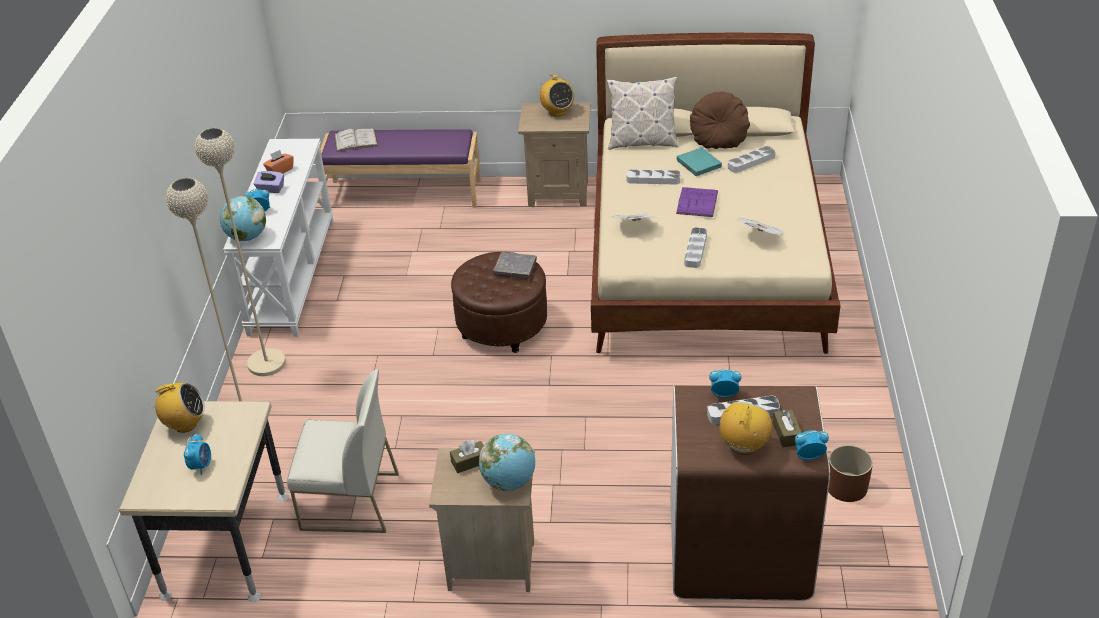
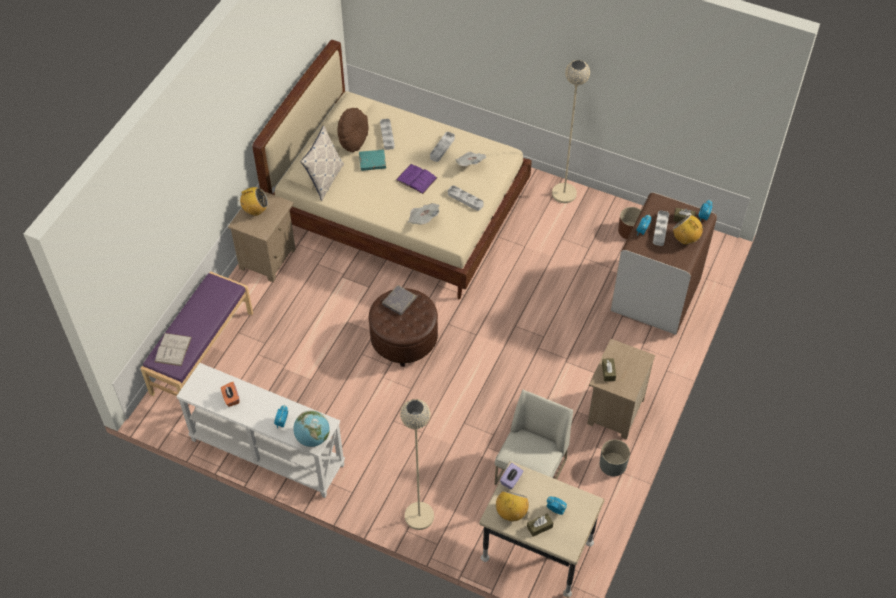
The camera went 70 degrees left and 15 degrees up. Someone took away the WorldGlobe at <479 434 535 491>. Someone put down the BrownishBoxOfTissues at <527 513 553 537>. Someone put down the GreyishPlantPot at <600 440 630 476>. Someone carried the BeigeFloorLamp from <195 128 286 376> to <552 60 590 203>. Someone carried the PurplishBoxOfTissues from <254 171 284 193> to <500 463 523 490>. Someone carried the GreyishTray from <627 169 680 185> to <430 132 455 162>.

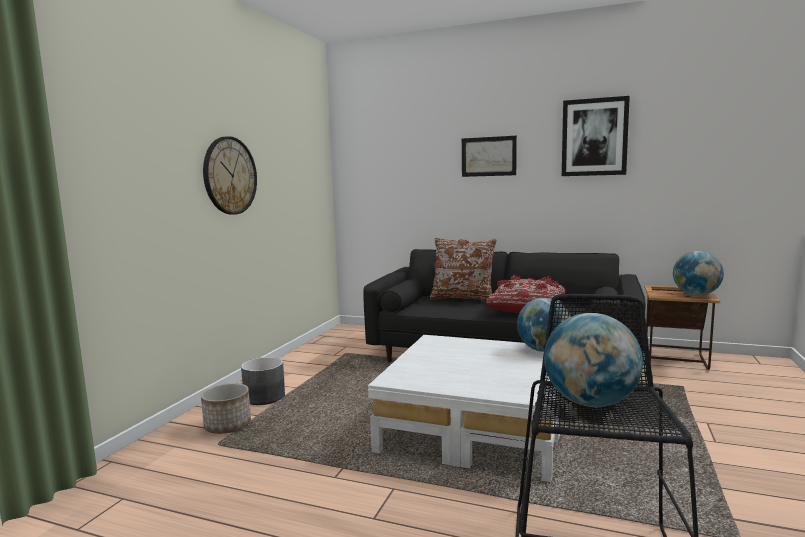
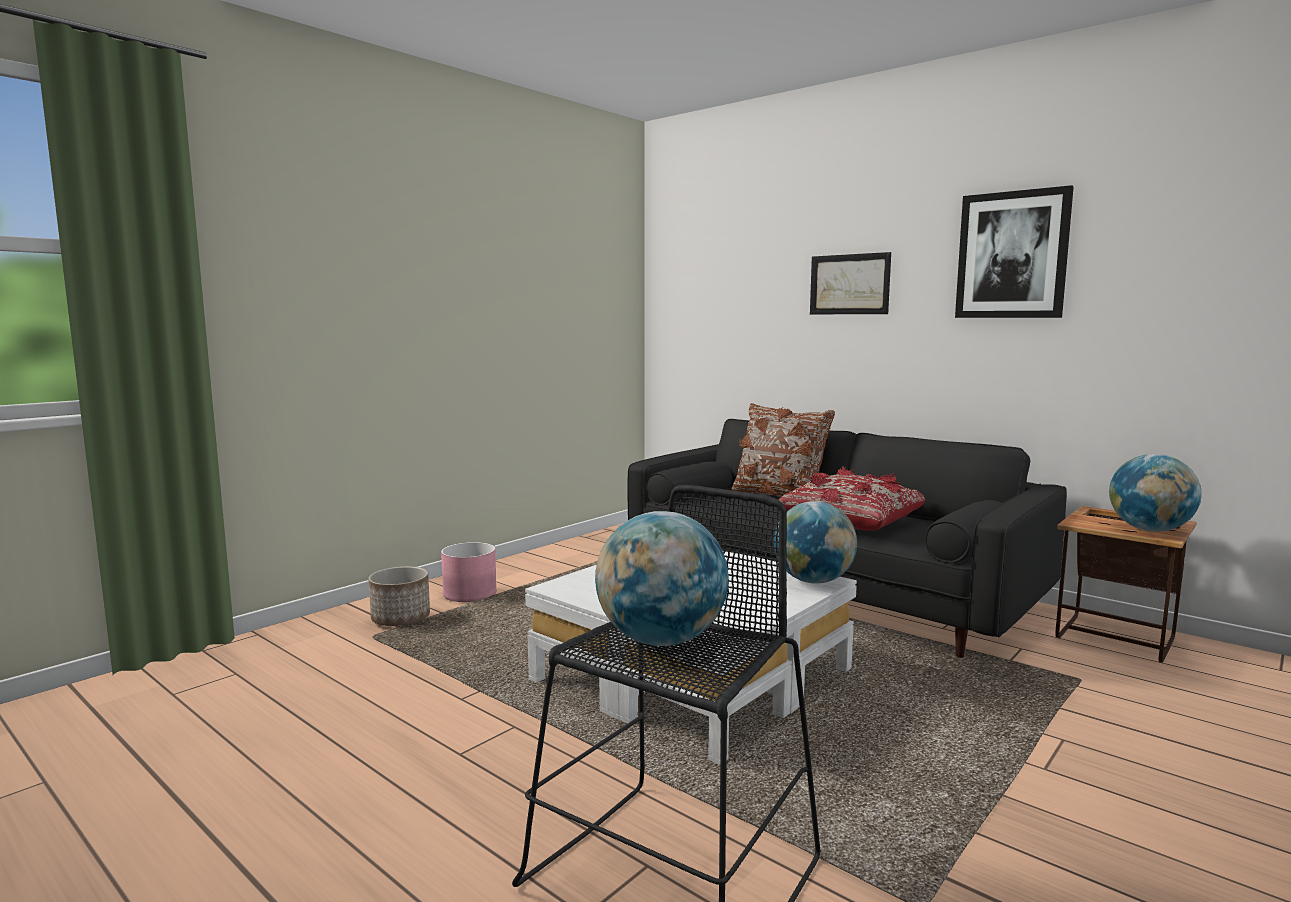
The camera went 20 degrees right and 0 degrees up. Someone took away the WallClock at <203 136 257 215>. Someone repainted the GreyishPlantPot at <241 357 285 405>, which became the PinkishPlantPot at <441 542 496 602>.

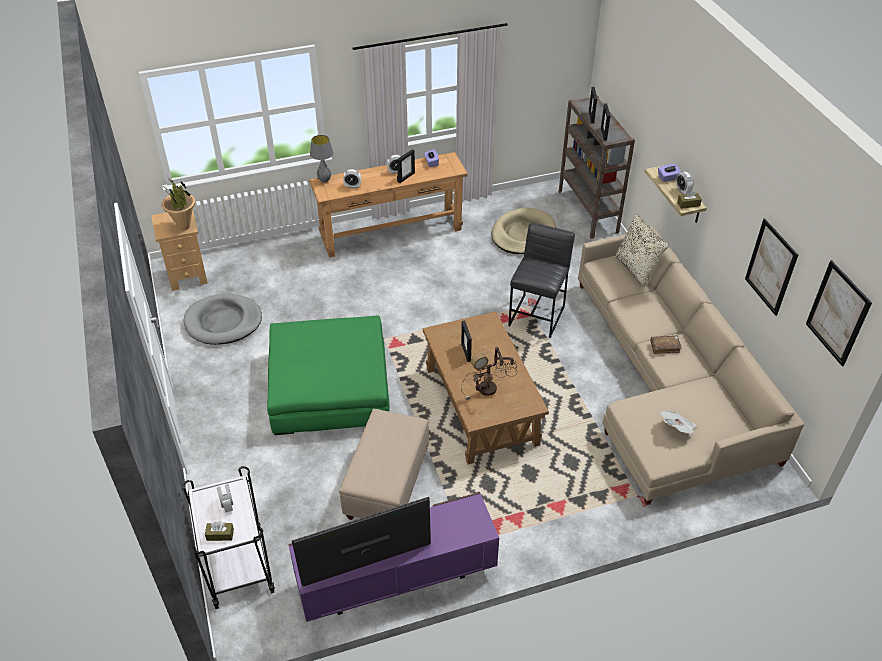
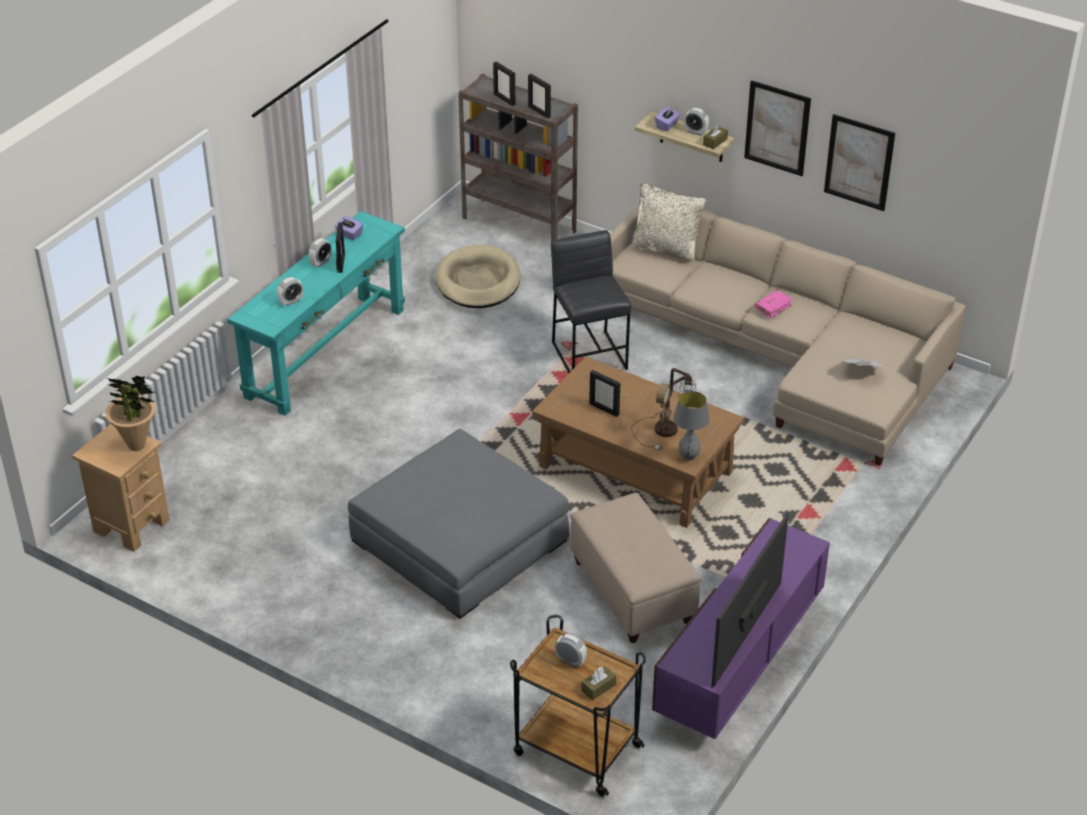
The camera went 40 degrees left and 5 degrees down. Someone took away the GreyishDogBed at <184 294 262 345>. Someone carried the GreyishTabletopLamp from <310 135 334 183> to <673 391 710 461>. Someone carried the WallArt from <806 260 872 366> to <744 80 811 176>. Someone repainted the WhiteTrolley at <182 466 275 609>, which became the BrownishTrolley at <510 615 646 796>. Someone repainted the GreenishPouffe at <267 316 390 435>, which became the GreyishPouffe at <348 429 570 619>. Someone repainted the BrownishHallTable at <309 152 468 258>, which became the BlueGreenHallTable at <227 211 405 416>. Someone repainted the BrownishVolume at <650 335 682 354>, which became the PinkishVolume at <755 290 793 319>.

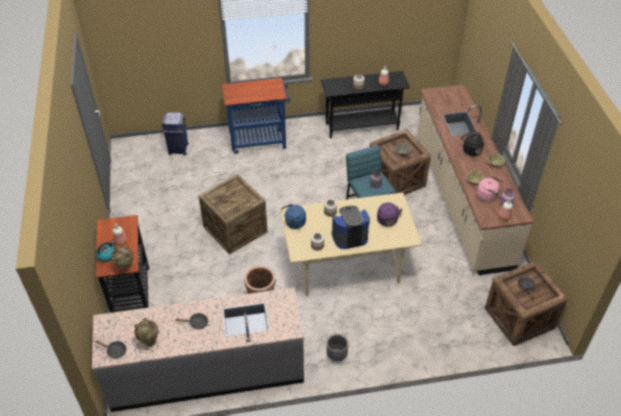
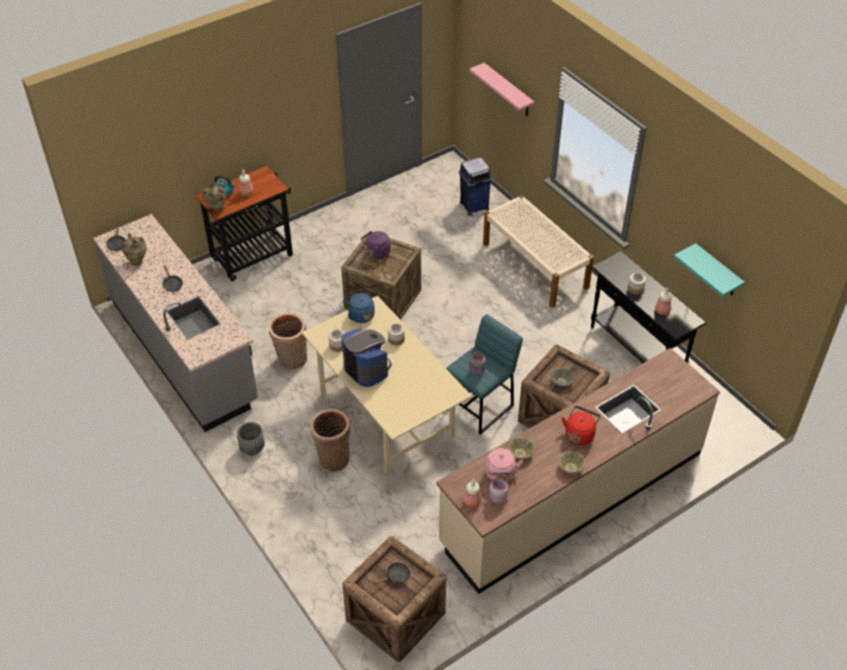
The camera went 65 degrees right and 0 degrees up. Someone put down the HouseholdBasket at <310 409 350 471>. Someone put up the PinkishShelf at <469 63 534 116>. Someone put up the BlueGreenShelf at <674 243 745 297>. Someone carried the PurplishWaterKettle from <377 203 402 227> to <361 231 391 259>. Someone swapped the BluishTrolley at <222 78 291 154> for the BeigeBench at <483 195 594 308>. Someone repainted the BlackWaterKettle at <461 131 484 156>, which became the RedWaterKettle at <561 406 601 445>.

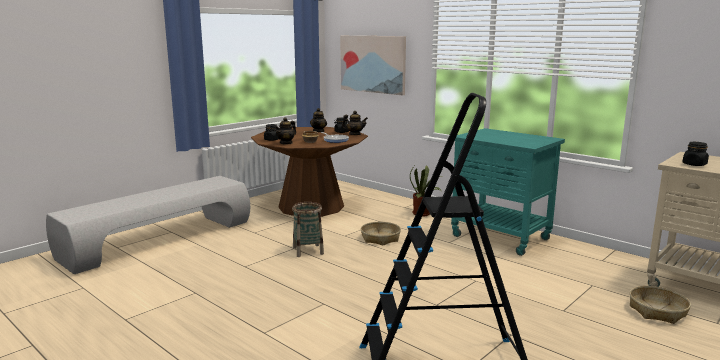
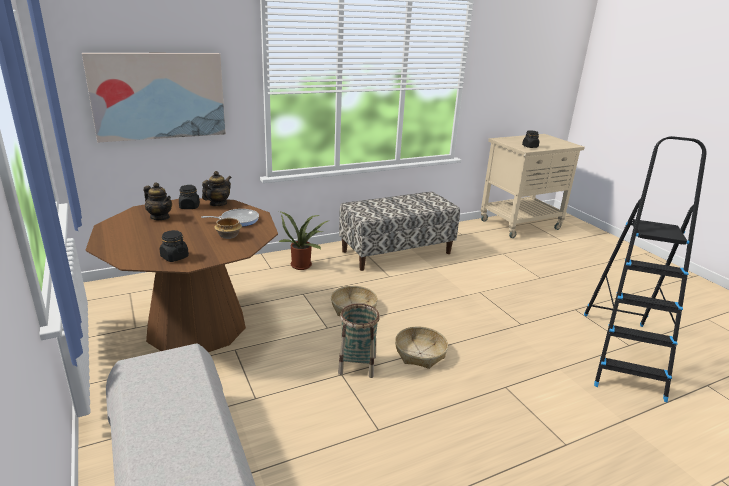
The camera went 70 degrees left and 10 degrees up. Someone took away the TeaPot at <275 117 296 145>. Someone carried the HouseholdBasket from <630 286 691 324> to <395 326 448 369>. Someone swapped the BlueGreenTrolley at <451 128 565 256> for the Bench at <339 192 460 271>.

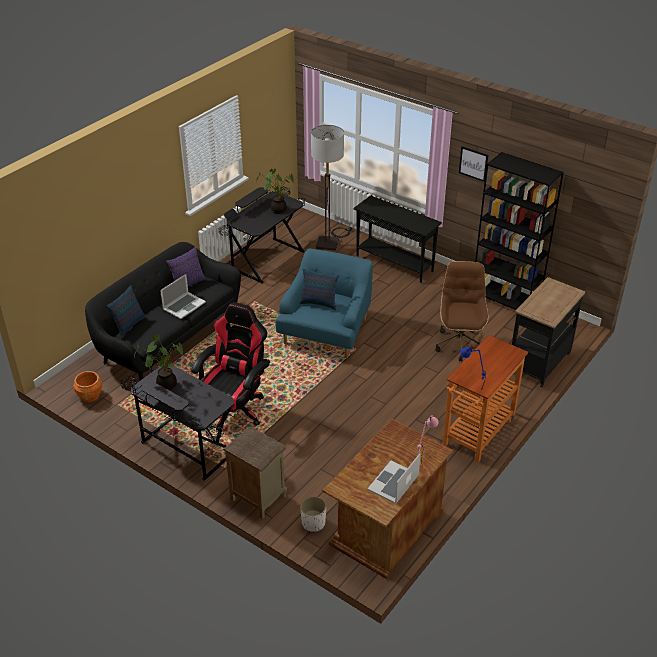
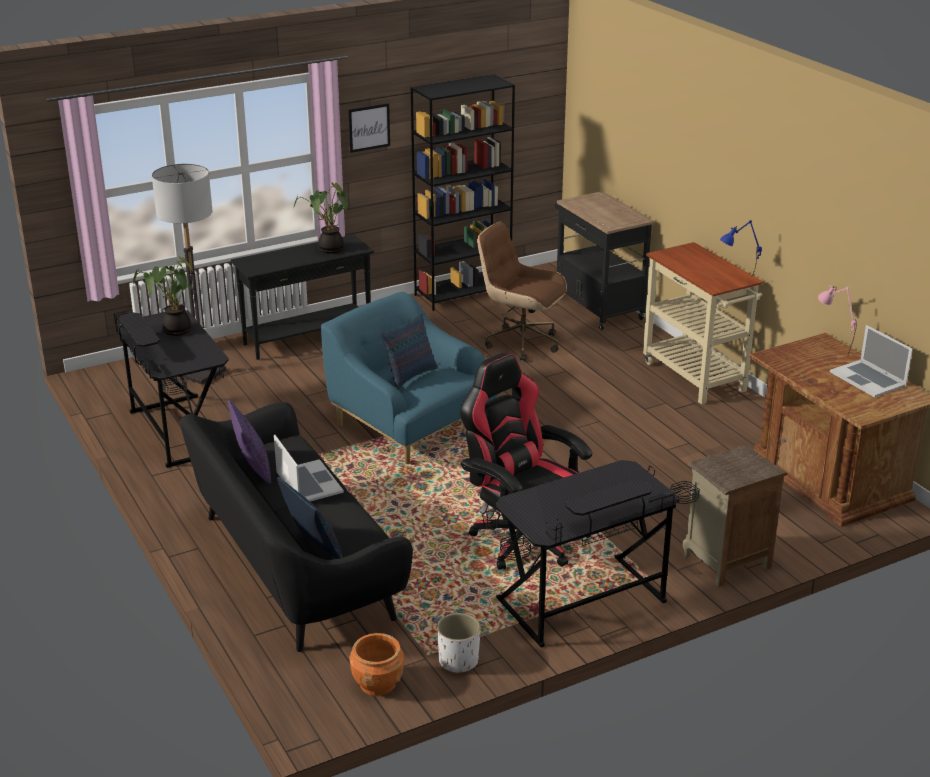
The camera went 65 degrees left and 10 degrees down. Someone carried the Houseplant from <134 334 183 390> to <294 182 348 253>. Someone carried the WhitePlantPot from <300 496 326 532> to <437 613 480 674>. Someone repainted the OrangeTrolley at <442 335 528 462>, which became the BeigeTrolley at <643 242 763 404>.

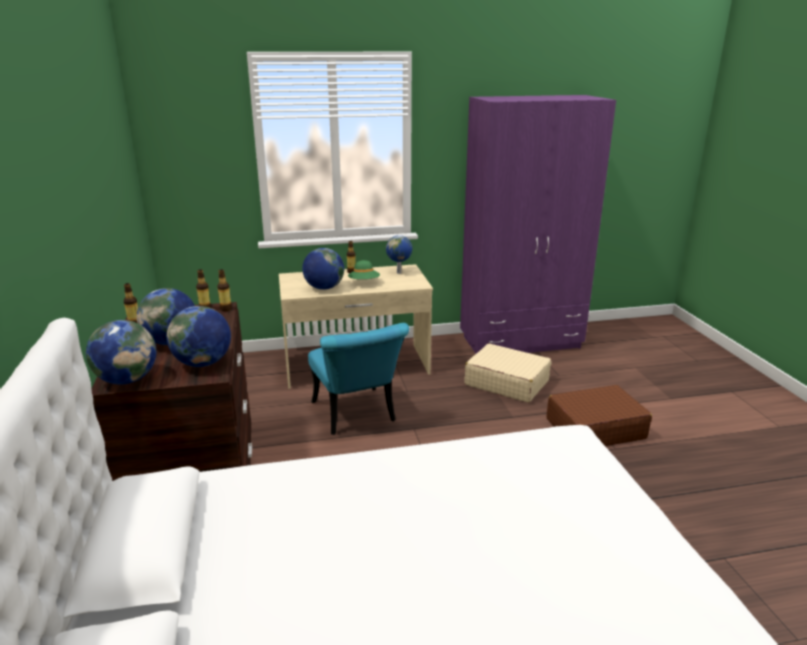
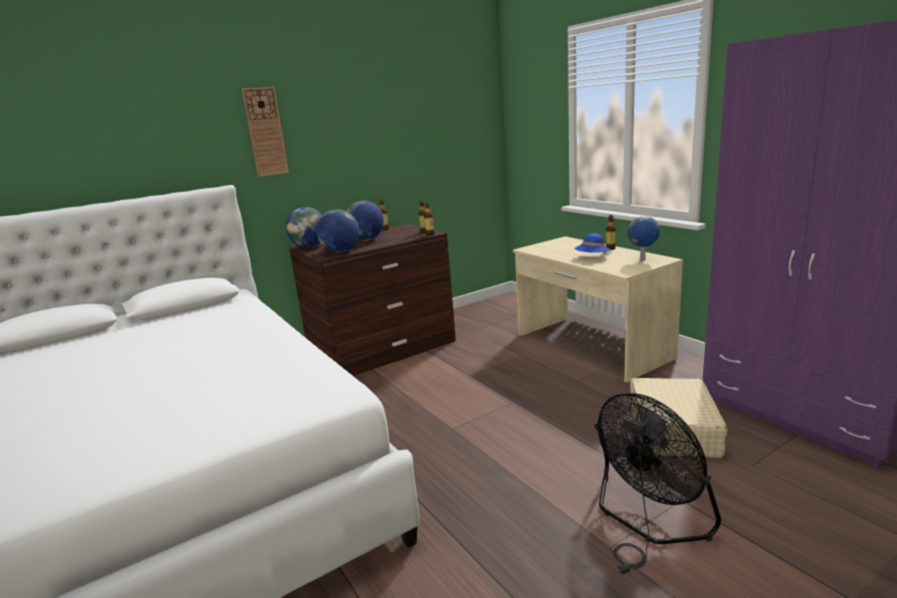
The camera went 70 degrees right and 5 degrees down. Someone took away the WorldGlobe at <302 248 344 290>. Someone took away the BlueGreenPlainChair at <308 323 409 435>. Someone put up the WallClock at <242 87 289 177>. Someone swapped the BrownishSuitcase at <547 385 652 446> for the BlackElectricFan at <594 393 721 574>. Someone repainted the GreenishHat at <348 260 380 279>, which became the BluishHat at <574 234 610 254>.

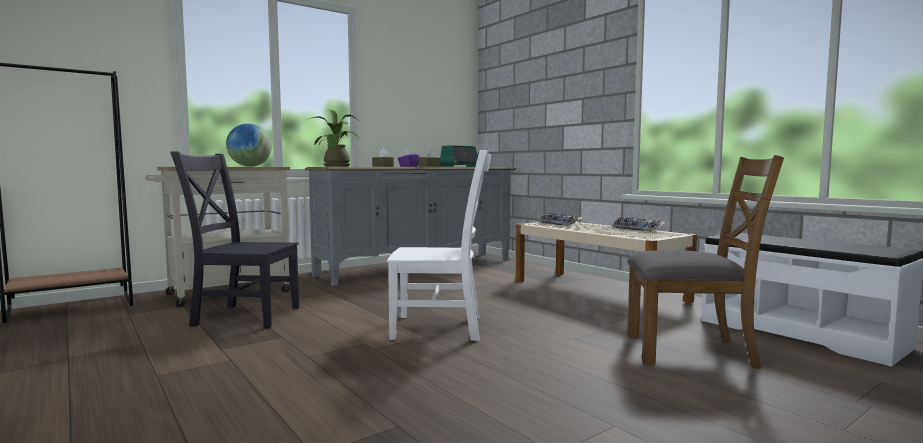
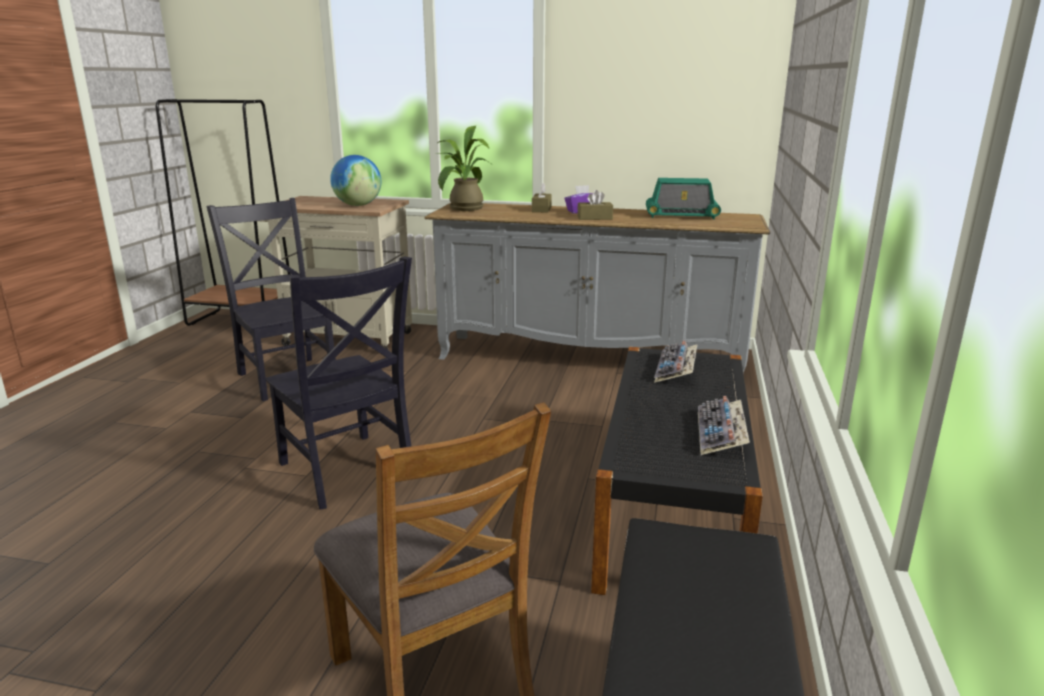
The camera went 50 degrees right and 15 degrees up. Someone repainted the WhitePlainChair at <387 150 491 341>, which became the BlackPlainChair at <265 256 412 510>. Someone repainted the BeigeBench at <516 222 697 313>, which became the BlackBench at <591 347 763 595>.

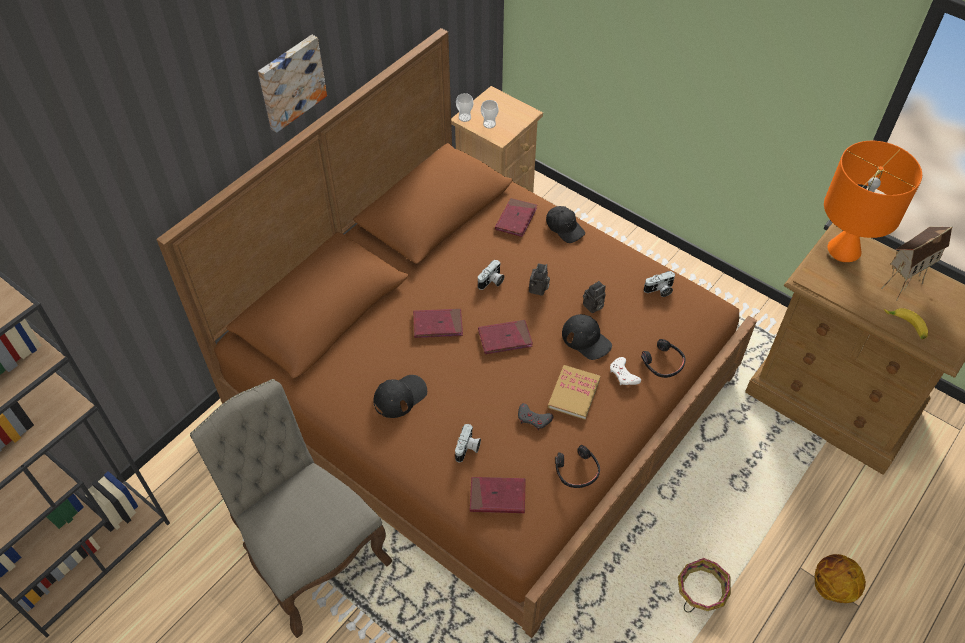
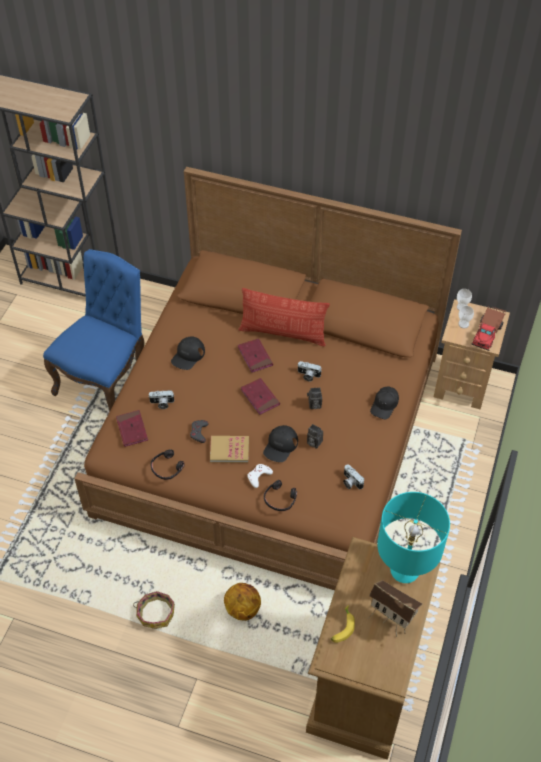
The camera went 70 degrees right and 0 degrees up. Someone took away the WallArt at <258 35 327 133>. Someone took away the RedVolume at <495 198 537 237>. Someone put down the ThrowPillow at <238 288 330 346>. Someone put down the ModelTruck at <472 306 506 351>. Someone carried the Basketball from <815 554 866 603> to <224 583 261 621>. Someone repainted the GreyishPlainChair at <190 379 392 638>, which became the BluishPlainChair at <43 249 144 412>. Someone repainted the OrangeTabletopLamp at <824 141 922 262>, which became the BlueGreenTabletopLamp at <377 492 450 583>. Someone rotated the BlackCap at <373 375 427 418> by 90 degrees clockwise.

